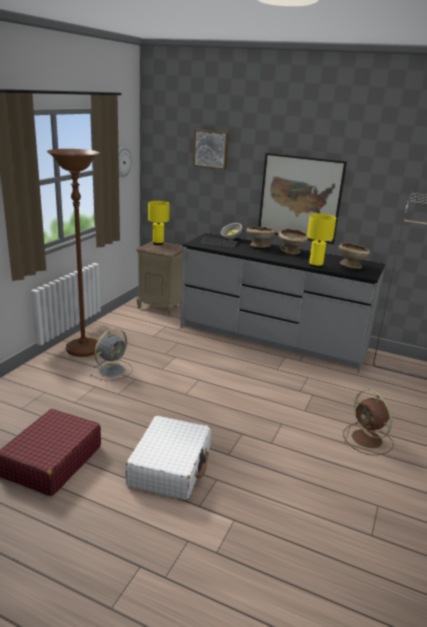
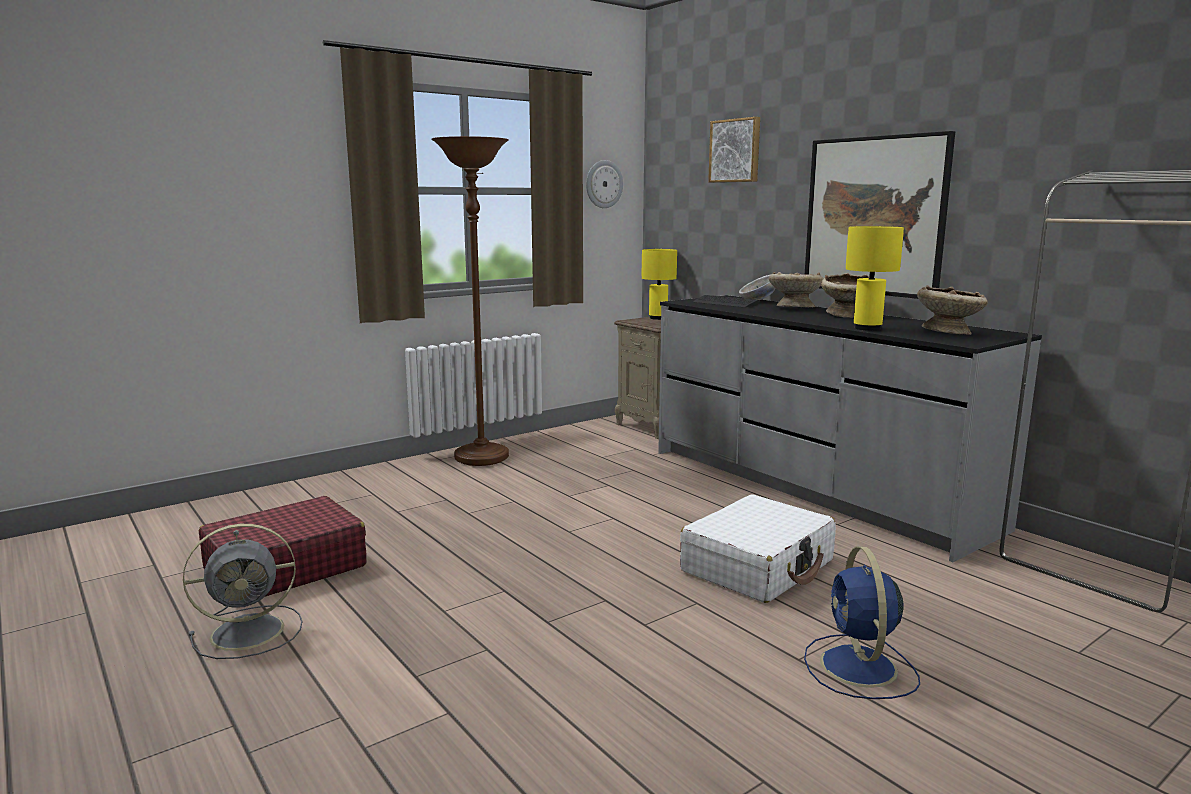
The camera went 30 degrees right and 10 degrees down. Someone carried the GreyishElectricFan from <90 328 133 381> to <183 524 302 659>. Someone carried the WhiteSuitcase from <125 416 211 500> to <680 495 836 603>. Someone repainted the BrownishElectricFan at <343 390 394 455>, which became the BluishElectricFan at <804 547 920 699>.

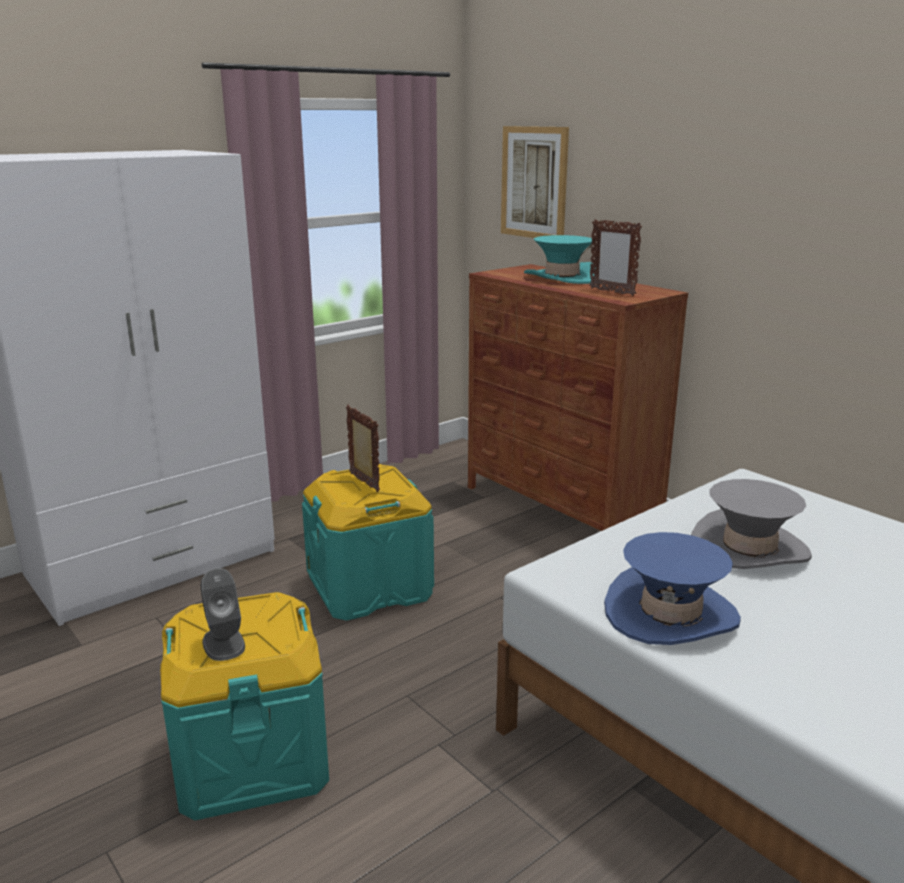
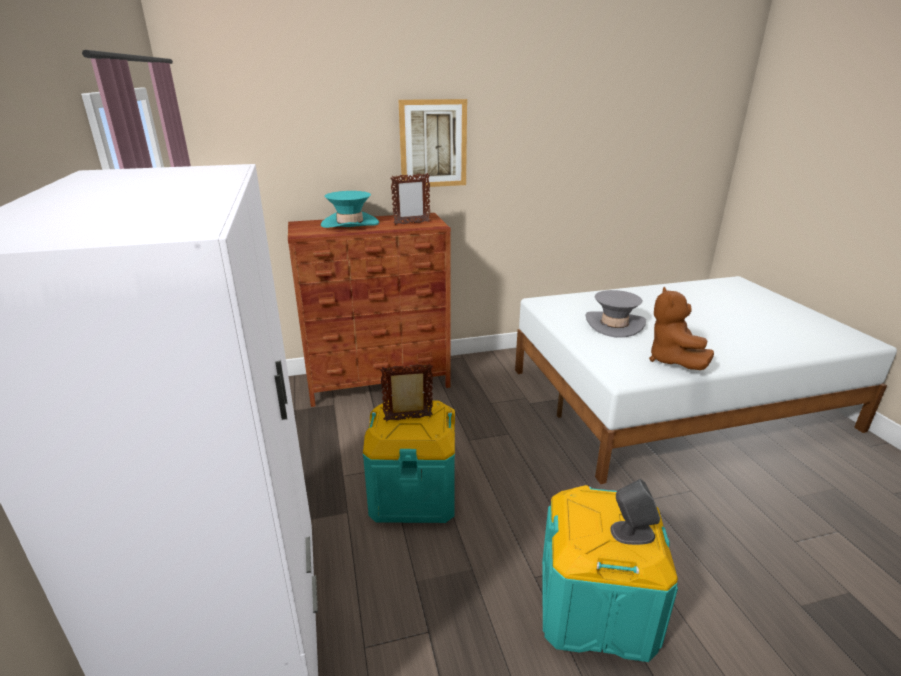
The camera went 65 degrees left and 5 degrees up. Someone carried the WallArt from <501 126 569 238> to <399 99 467 187>. Someone swapped the BluishHat at <604 532 741 645> for the BrownishPlushToy at <649 286 714 370>.

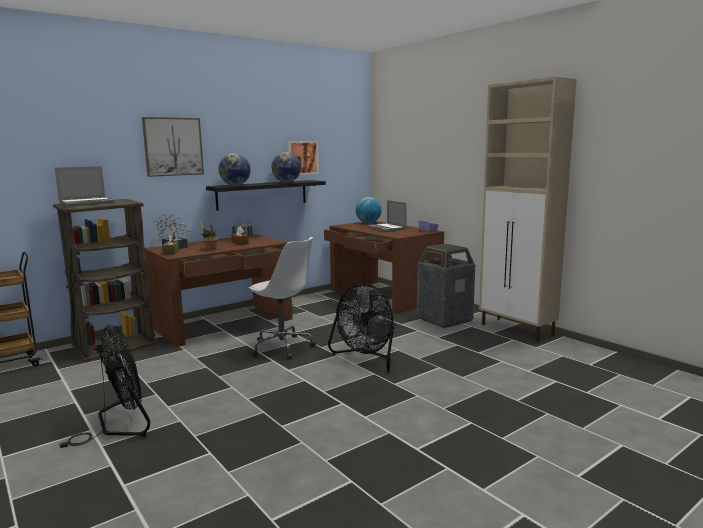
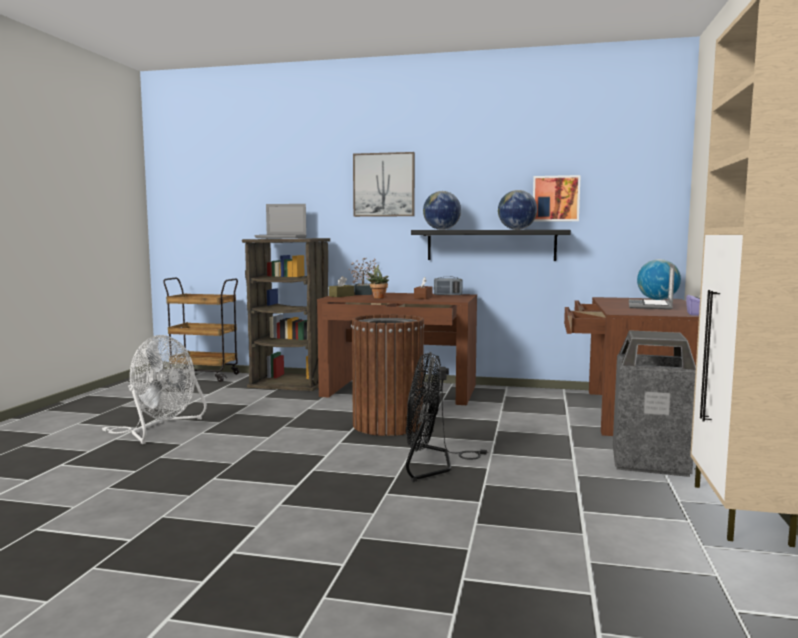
The camera went 50 degrees right and 5 degrees down. Someone swapped the WhiteDeskChair at <248 237 316 359> for the BrownishRubbishBin at <351 314 424 436>. Someone repainted the BlackElectricFan at <58 325 150 448>, which became the WhiteElectricFan at <102 335 207 444>.

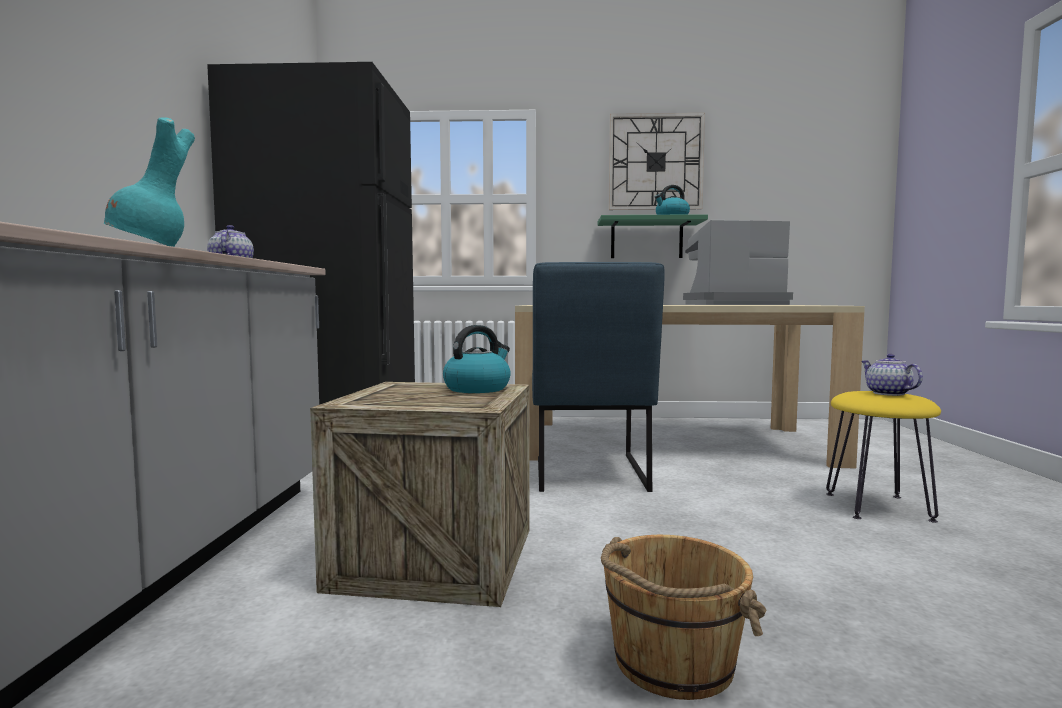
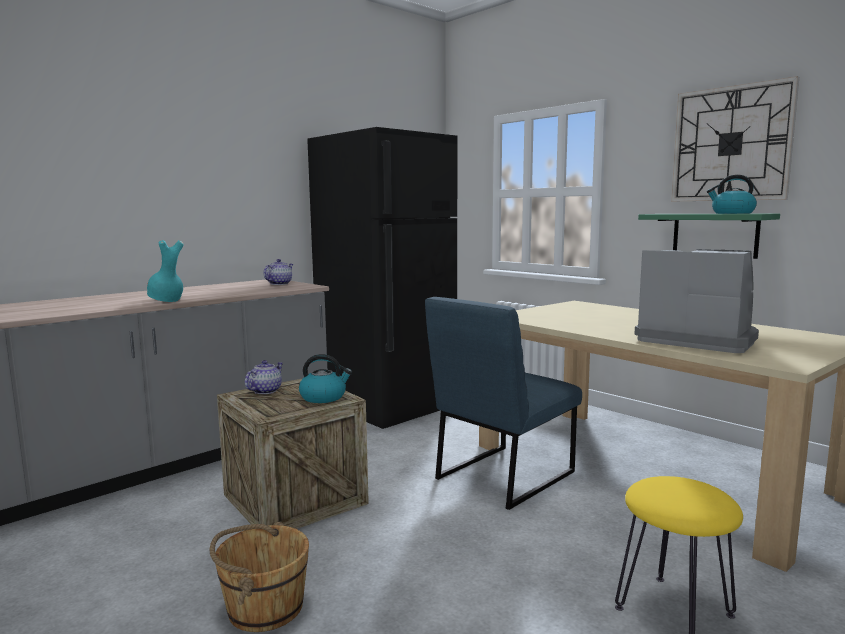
The camera went 45 degrees right and 5 degrees up. Someone carried the TeaPot from <861 354 923 396> to <245 360 283 394>.

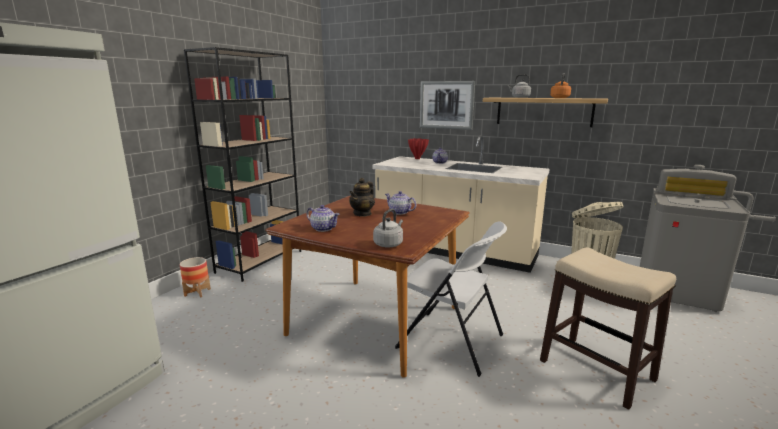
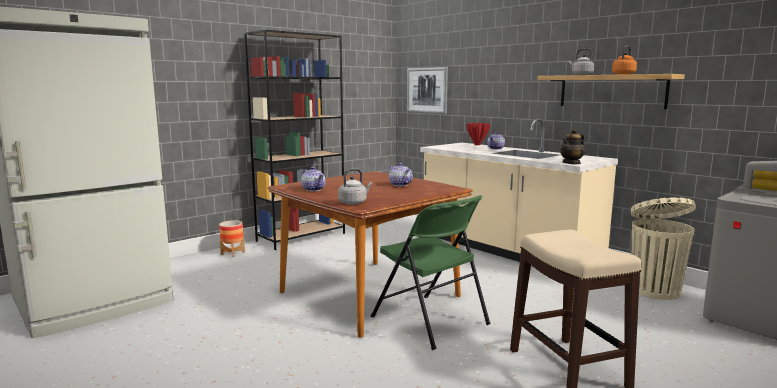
The camera went 20 degrees right and 5 degrees down. Someone carried the TeaPot from <349 178 375 217> to <560 128 585 165>. Someone carried the WallArt from <420 81 475 130> to <407 67 448 114>. Someone repainted the WhitePlainChair at <395 221 507 377>, which became the GreenishPlainChair at <371 195 490 350>.

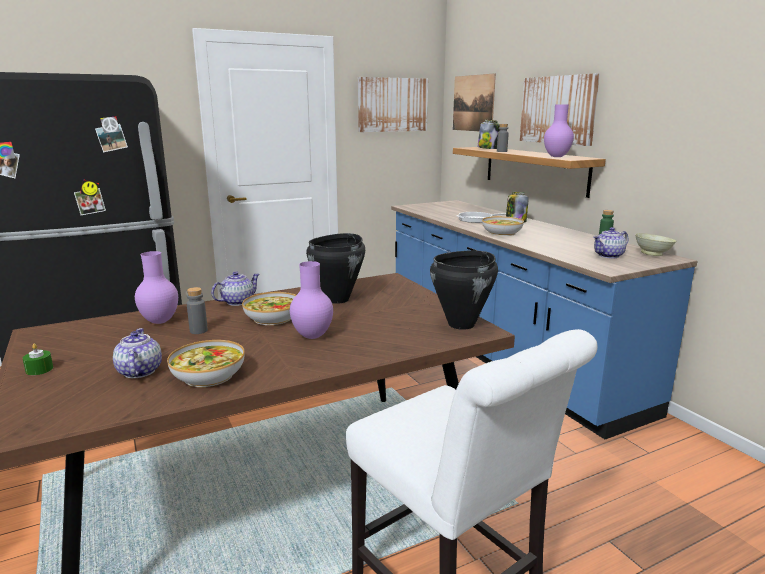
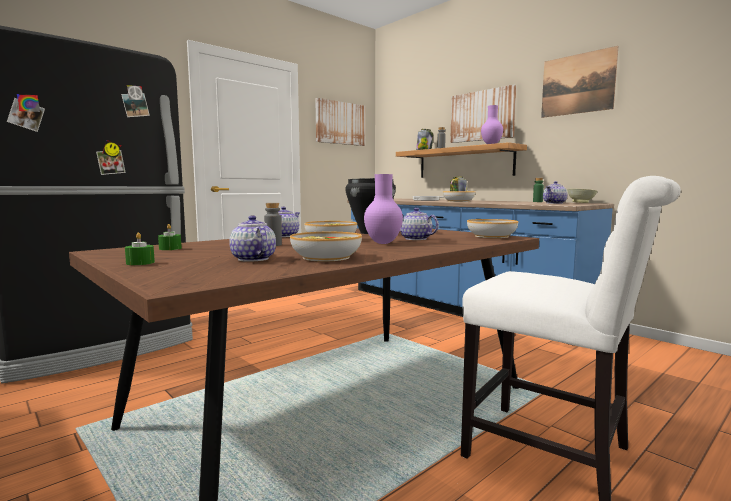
The camera went 15 degrees left and 10 degrees down. Someone took away the PurplishVase at <135 251 178 324>. Someone put down the GreenishWaxCandle at <158 224 182 250>. Someone put down the TeaPot at <400 208 439 240>. Someone carried the WallArt from <453 73 496 131> to <541 46 618 118>. Someone swapped the BlackSaucepot at <430 250 498 330> for the Bowl at <467 219 518 238>.

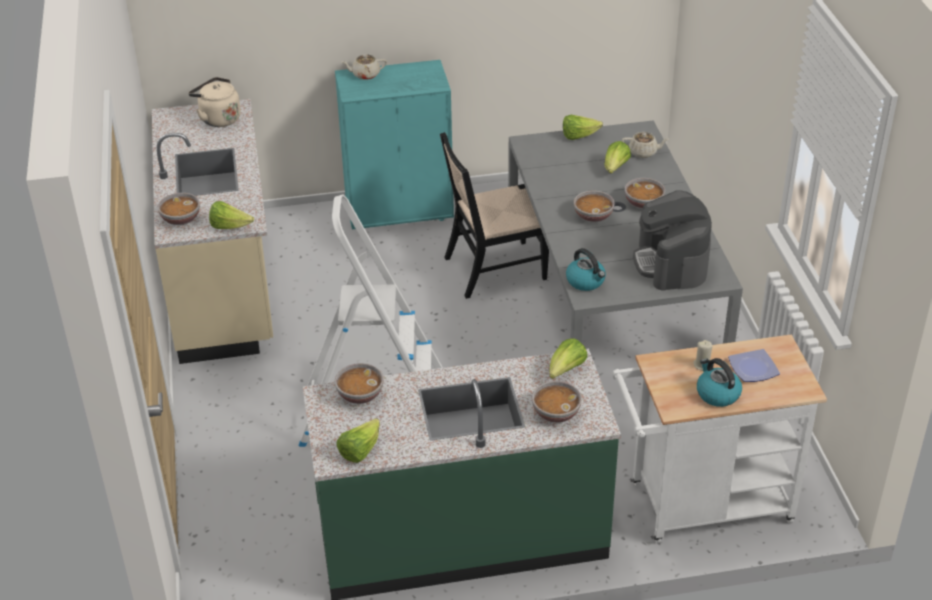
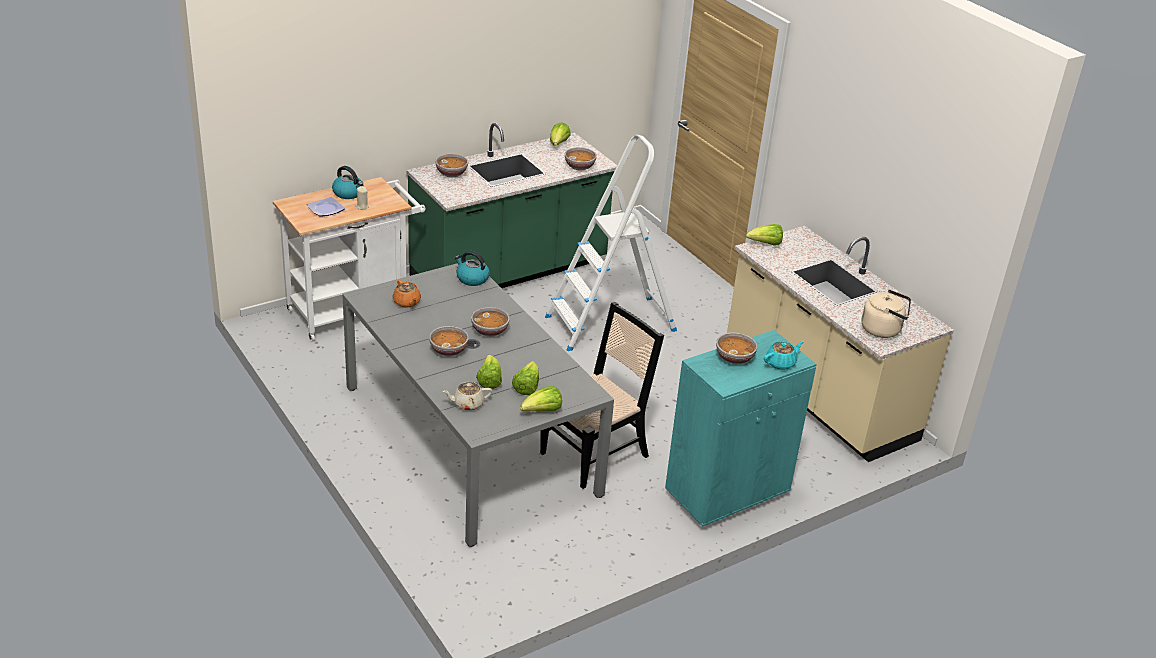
The camera went 155 degrees right and 5 degrees down. Someone carried the Bowl from <158 193 200 225> to <716 332 757 364>. Someone carried the HeadOfLettuce from <549 339 587 379> to <512 361 539 395>. Someone swapped the CoffeeBrewer at <633 190 712 291> for the OrangeTeaPot at <393 280 421 308>. Someone repainted the BeigeTeaPot at <342 54 387 80>, which became the BlueGreenTeaPot at <764 341 804 370>.

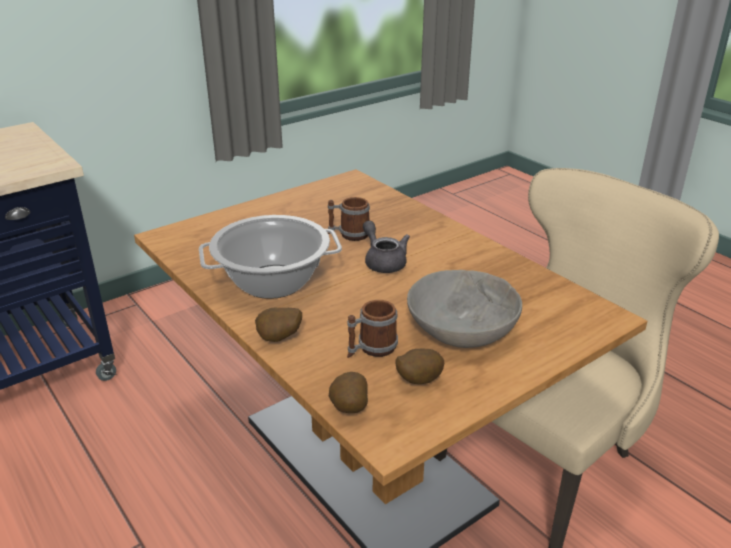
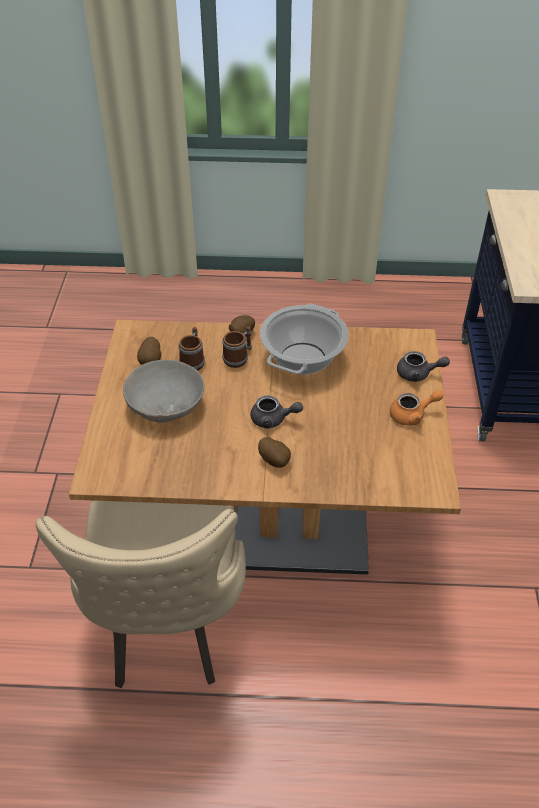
The camera went 130 degrees right and 15 degrees up. Someone put down the OrangeTeaPot at <390 390 444 426>. Someone put down the GreyishTeaPot at <397 351 450 382>. Someone carried the CoffeeMug from <328 197 370 241> to <222 326 252 368>. Someone carried the WholePotato from <329 372 368 413> to <258 437 291 468>.

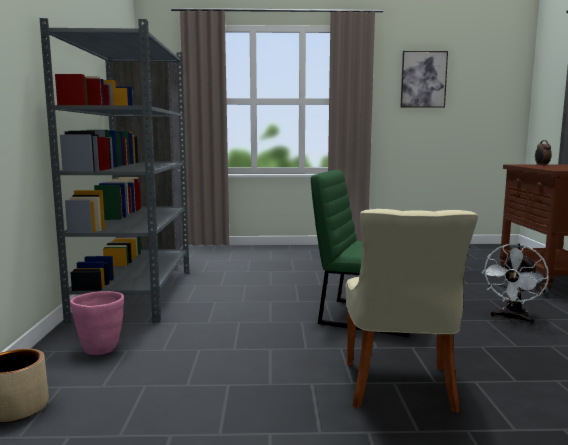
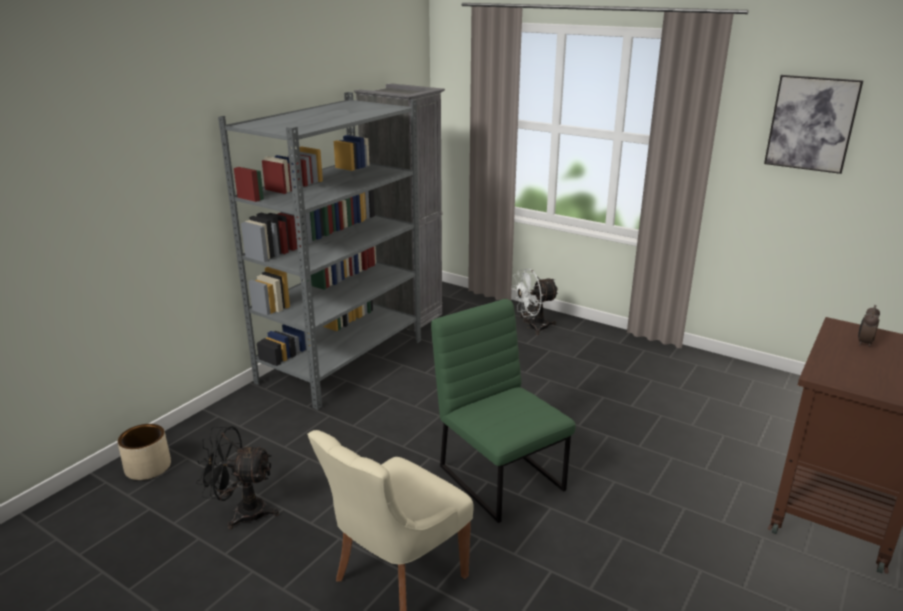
The camera went 35 degrees right and 15 degrees up. Someone took away the PinkishPlantPot at <70 291 124 355>. Someone put down the BlackElectricFan at <196 426 279 529>. Someone carried the WhiteElectricFan from <481 243 549 325> to <513 268 559 335>.

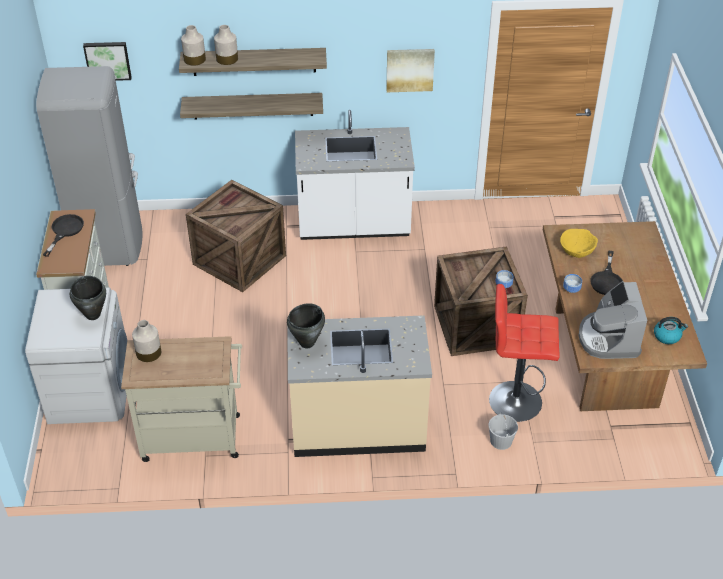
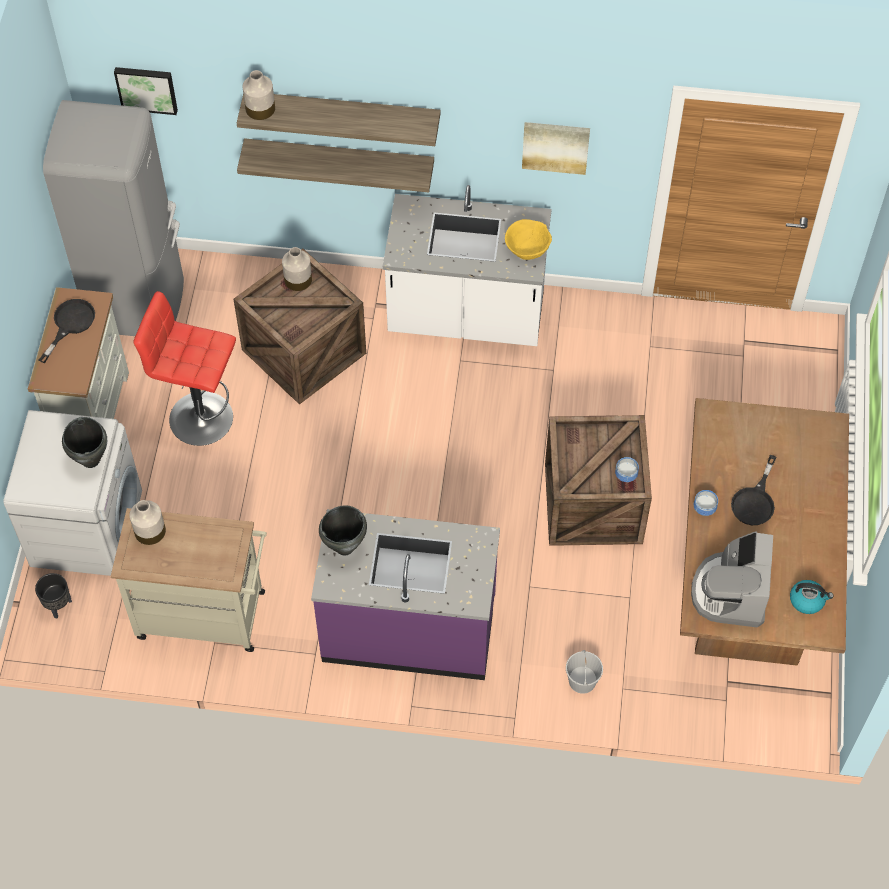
The camera went 10 degrees right and 15 degrees up. Someone put down the BlackPlantPot at <35 573 72 618>. Someone carried the BeigeVase from <214 25 238 65> to <282 247 312 291>. Someone carried the RedStoolSeat from <489 284 560 422> to <133 291 236 446>. Someone carried the YellowBowl from <560 229 598 258> to <505 219 552 260>. Someone repainted the BeigeKitchenBaseUnit at <287 315 432 457>, which became the PurplishKitchenBaseUnit at <311 509 500 680>.

